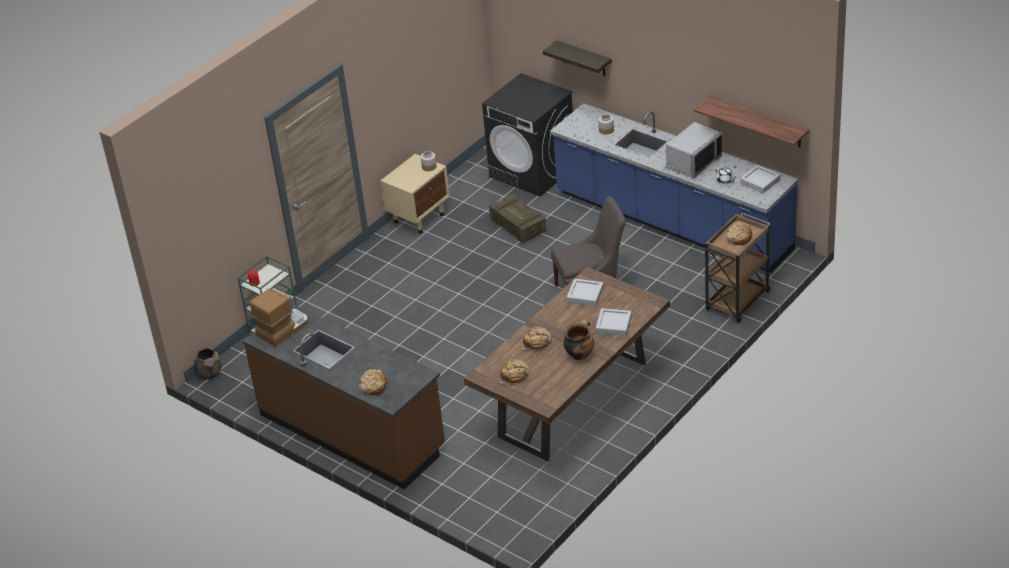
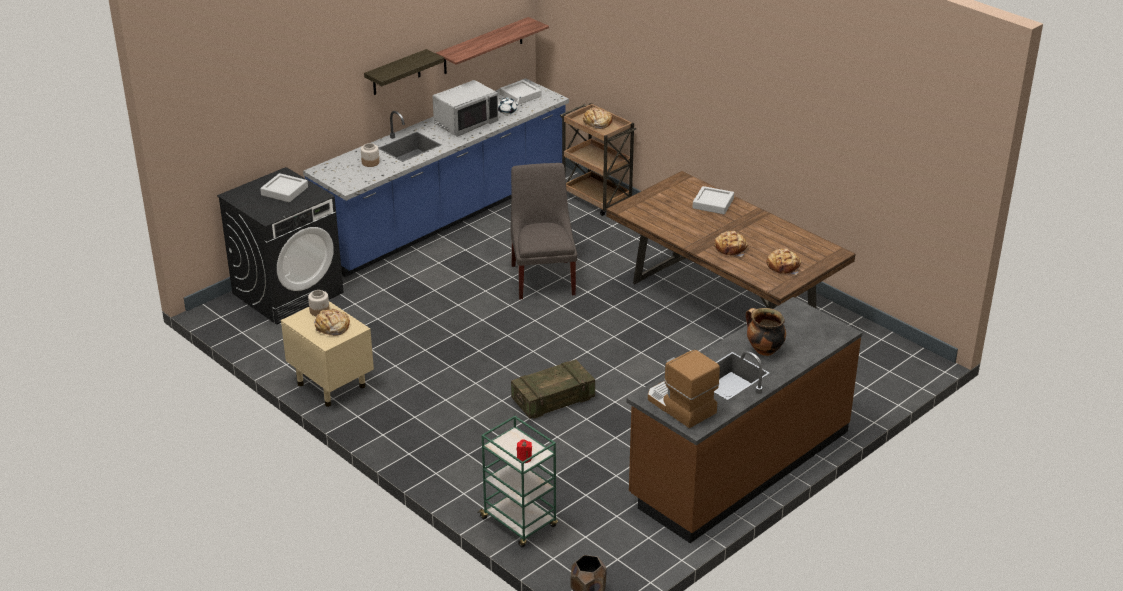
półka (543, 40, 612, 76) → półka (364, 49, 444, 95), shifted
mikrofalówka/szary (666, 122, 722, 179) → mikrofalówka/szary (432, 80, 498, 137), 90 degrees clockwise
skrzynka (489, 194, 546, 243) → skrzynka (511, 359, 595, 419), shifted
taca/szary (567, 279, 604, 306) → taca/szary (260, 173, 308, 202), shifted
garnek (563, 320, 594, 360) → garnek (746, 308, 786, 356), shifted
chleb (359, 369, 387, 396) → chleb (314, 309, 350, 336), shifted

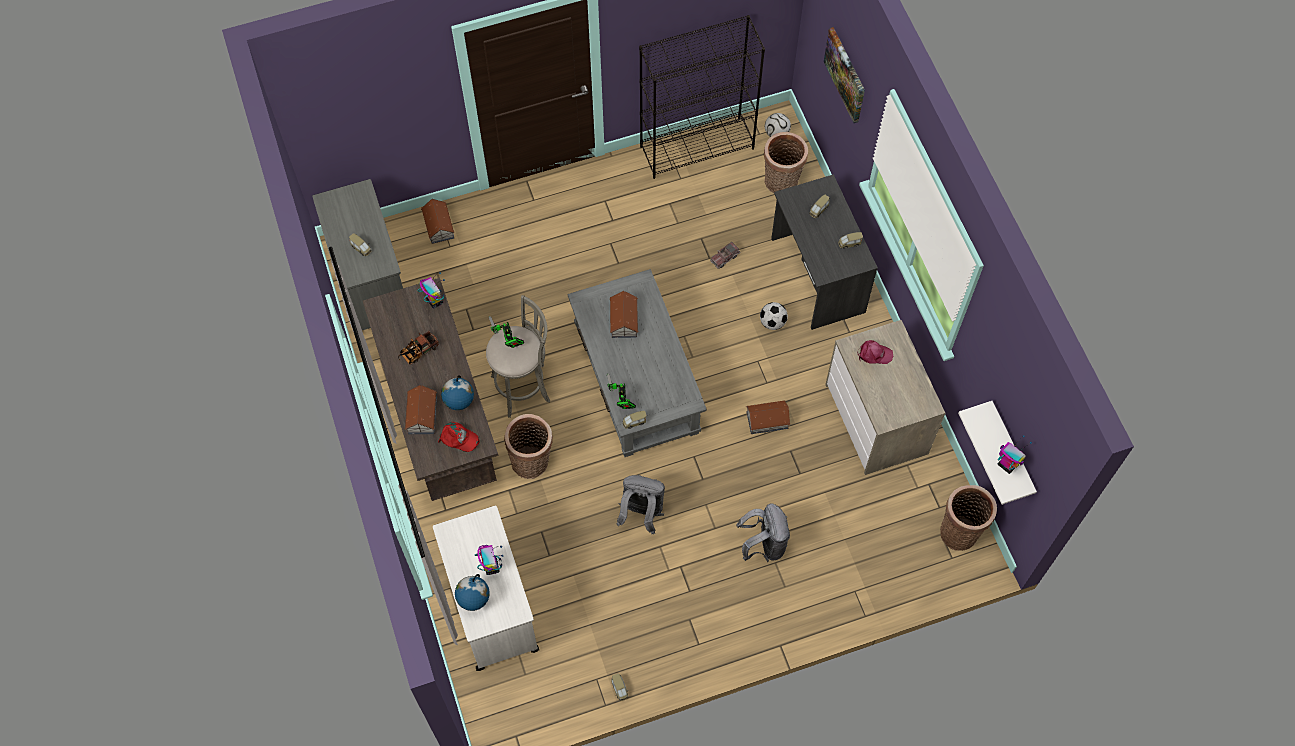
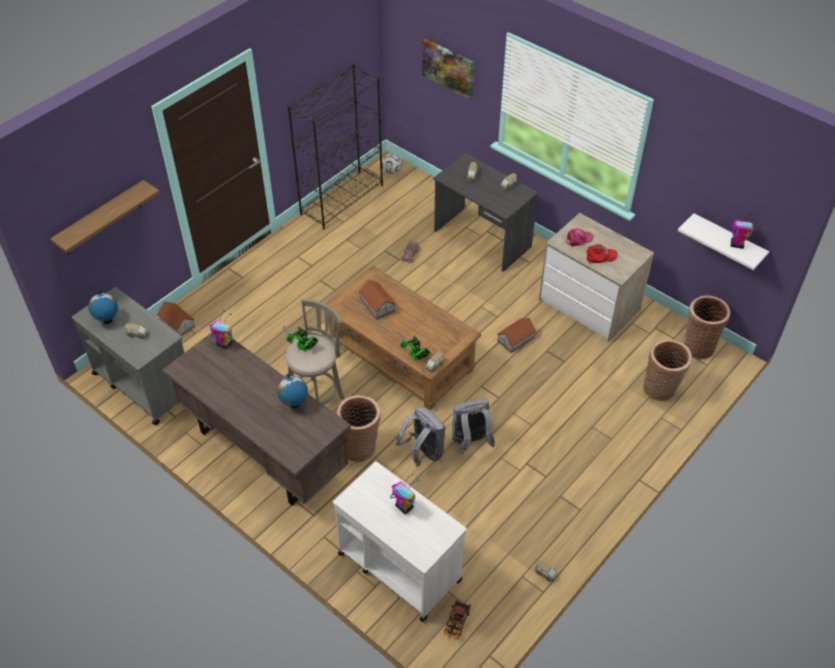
koszyk (764, 132, 808, 193) → koszyk (643, 339, 692, 401), shifted
ława/szary (568, 269, 707, 457) → ława/brązowy (326, 266, 481, 411)
piłka futbolowa (760, 302, 788, 330) → -
ciężarówka zabawkowa (398, 331, 439, 365) → ciężarówka zabawkowa (444, 600, 471, 639), shifted
domek (405, 385, 437, 434) → -
czapka z daszkiem/czerwony (438, 422, 480, 452) → czapka z daszkiem/czerwony (586, 244, 618, 264), shifted
plecak/szary (736, 503, 790, 562) → plecak/szary (396, 407, 446, 467), shifted
globus (455, 574, 490, 611) → globus (88, 291, 118, 324), shifted
- → półka (50, 180, 160, 254)

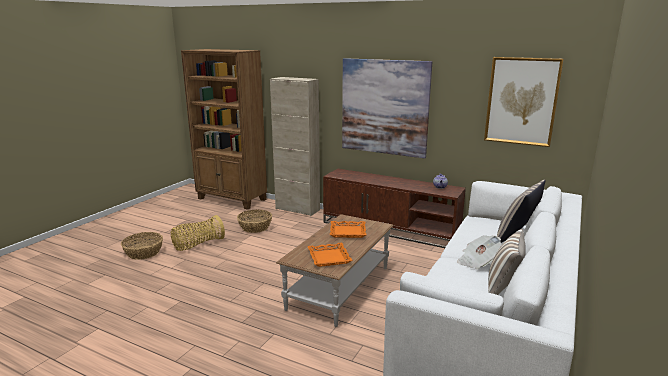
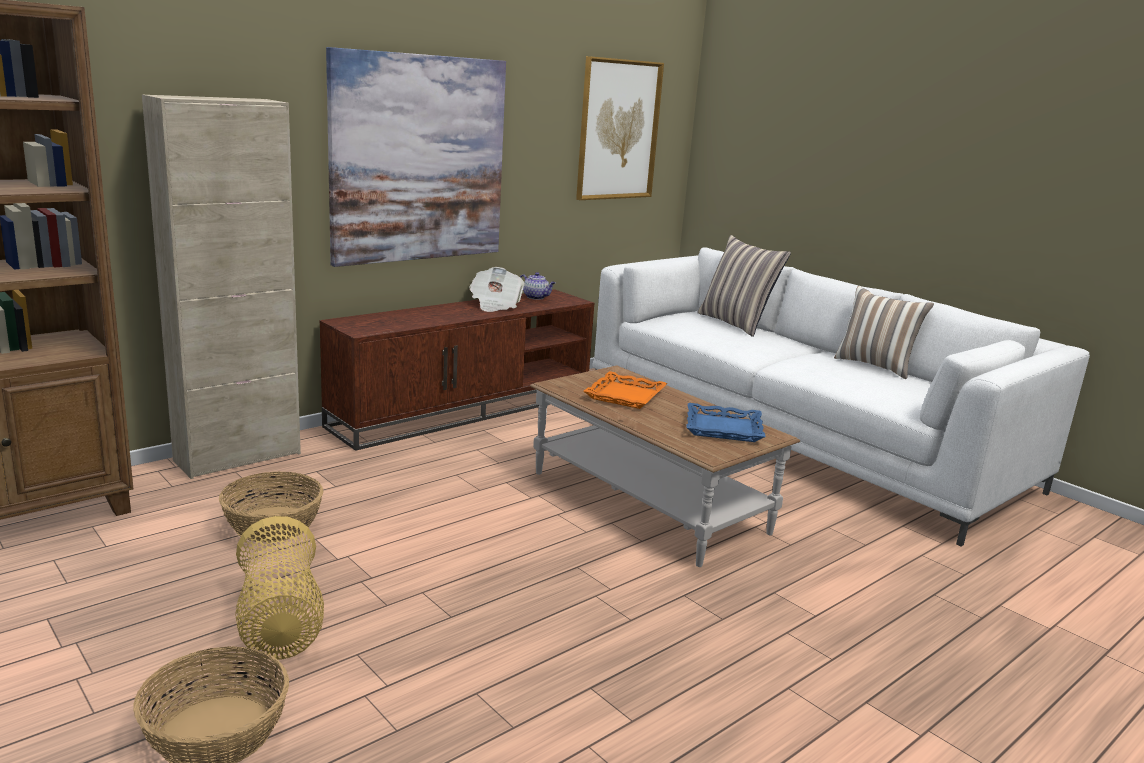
gazeta (457, 235, 501, 269) → gazeta (469, 267, 525, 312), shifted
taca/pomarańczowy (308, 243, 352, 267) → taca/niebieski (686, 403, 766, 442)

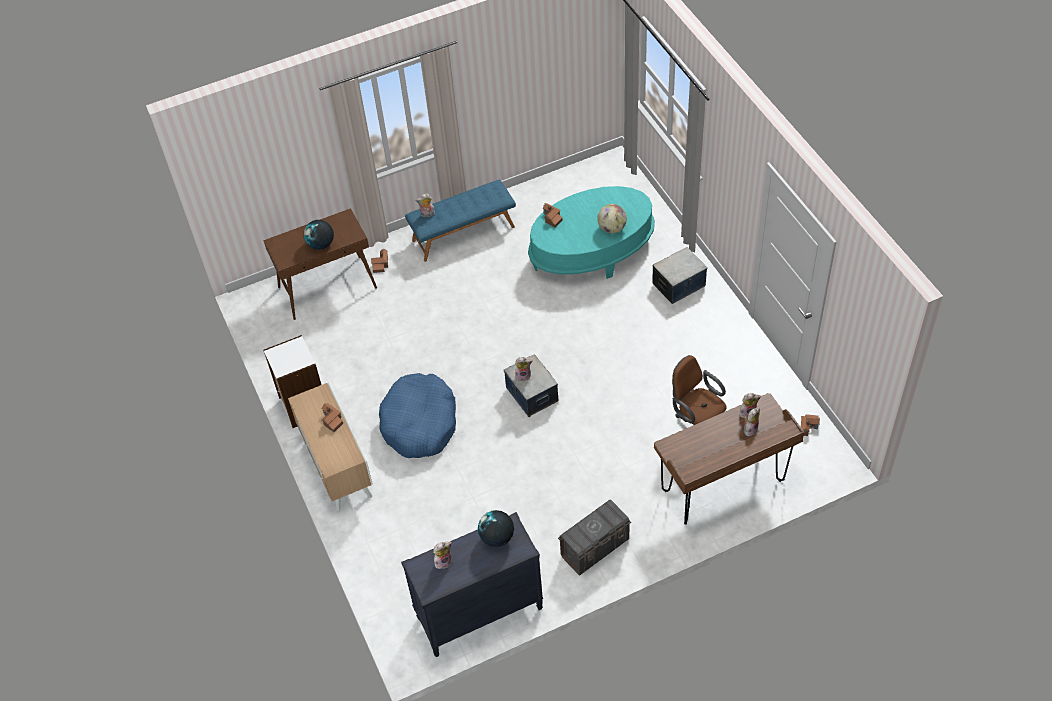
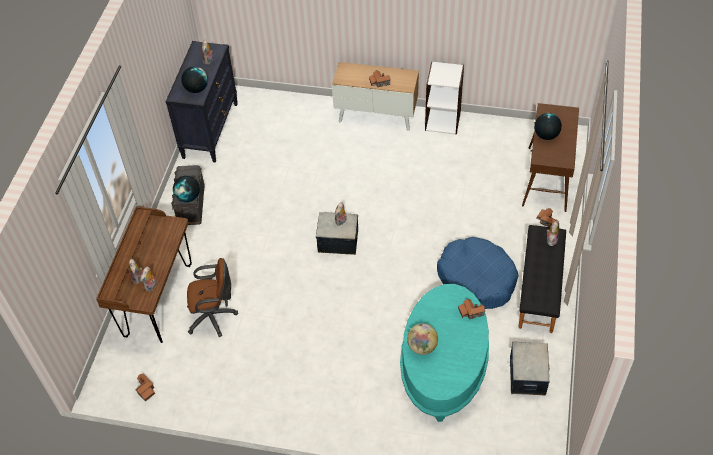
ławka/niebieski (405, 180, 516, 262) → ławka/czarny (518, 225, 566, 333)
pojemnik do przechowywania (652, 247, 707, 304) → pojemnik do przechowywania (510, 342, 550, 396), shifted
legowisko/niebieski (379, 373, 456, 458) → legowisko/niebieski (437, 237, 518, 309), shifted
- → globus (173, 176, 200, 202)

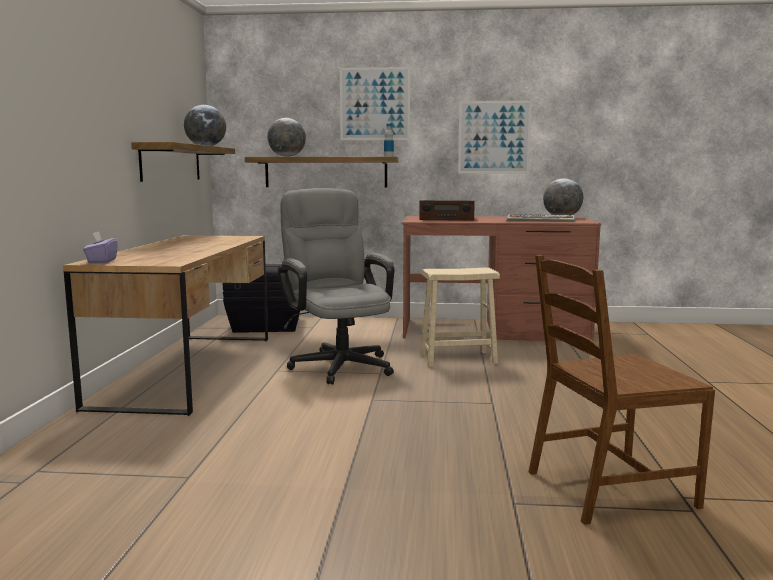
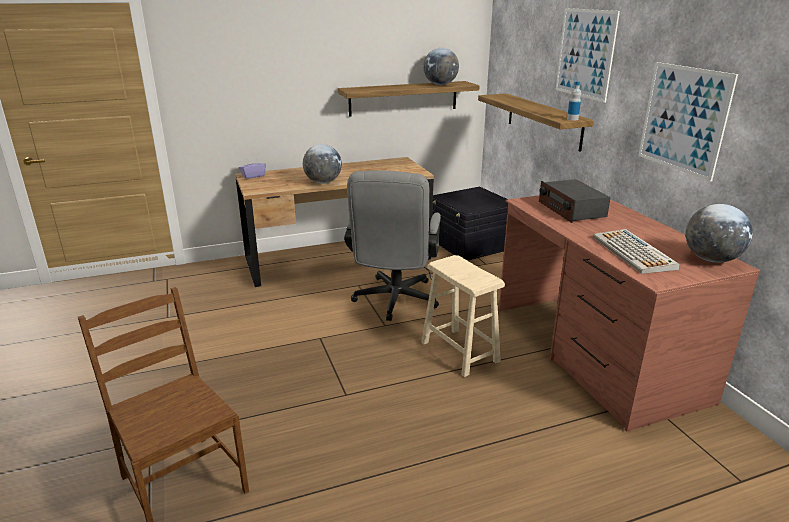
globus (267, 118, 306, 157) → globus (303, 144, 342, 184), shifted
krzesło biurowe/szary (278, 188, 394, 385) → krzesło biurowe/szary (344, 171, 441, 321), 150 degrees clockwise

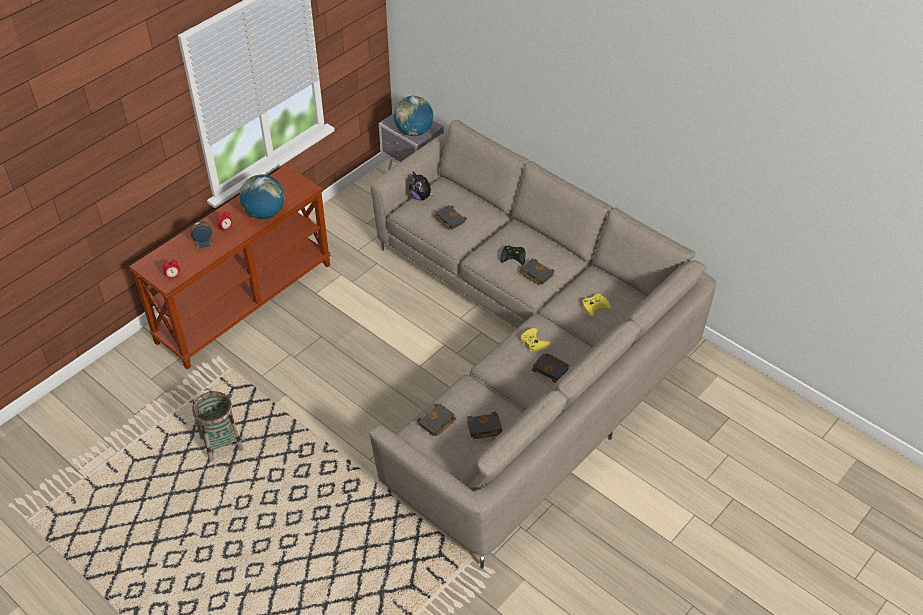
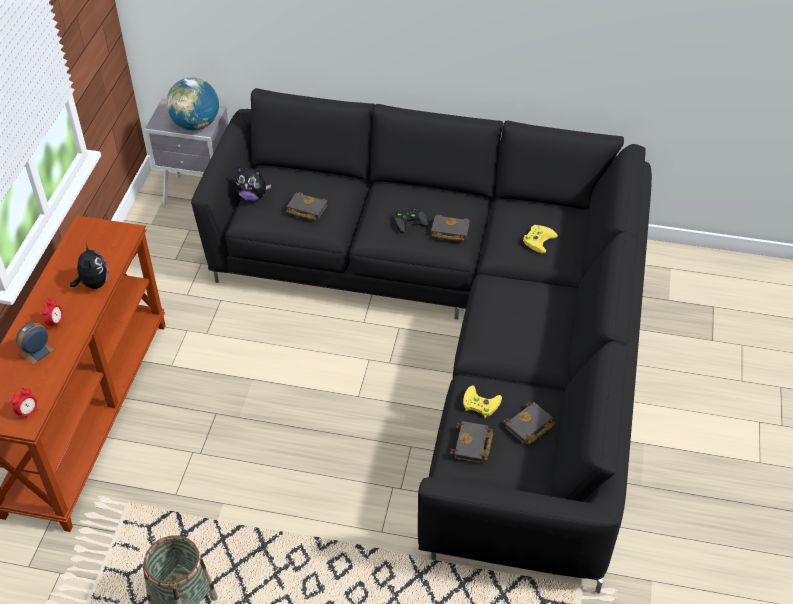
kanapa/beżowy (369, 120, 716, 569) → kanapa/czarny (191, 88, 652, 594)
globus (240, 174, 285, 219) → pluszak (70, 244, 108, 289)
pad do gier/żółty (521, 328, 551, 352) → pad do gier/żółty (463, 385, 502, 418), shifted
książka/czarny (532, 353, 569, 383) → -

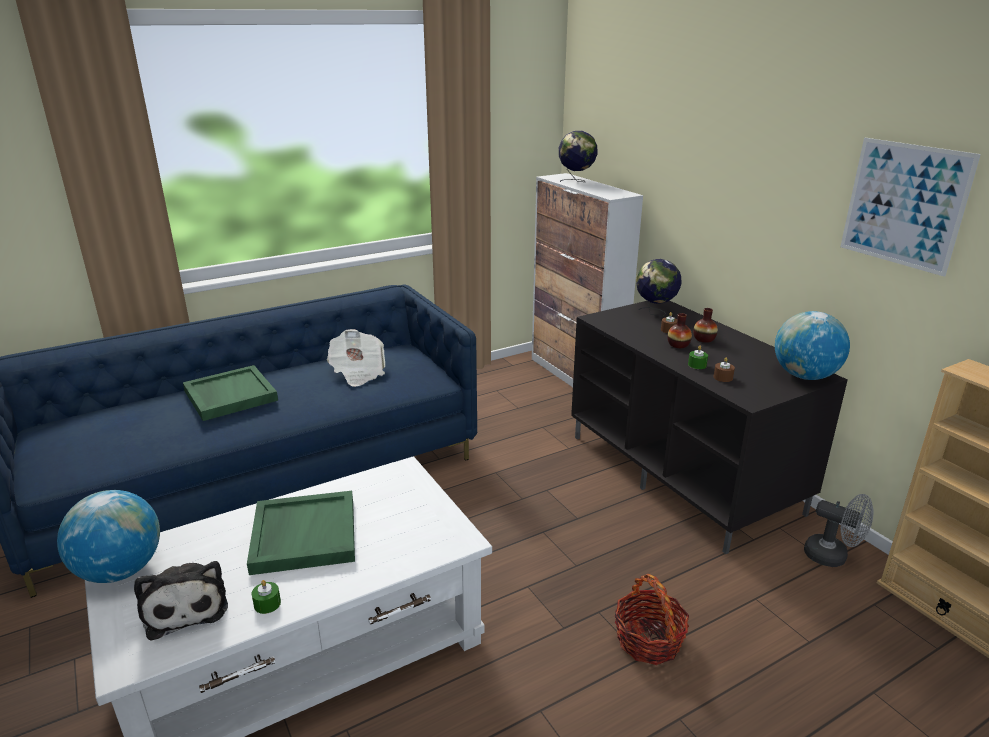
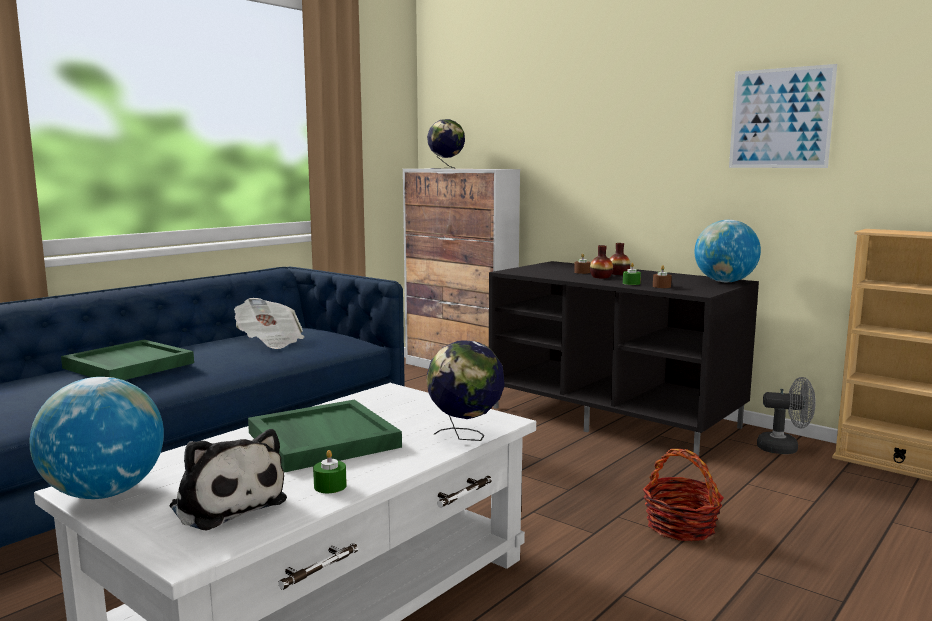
globus (636, 259, 682, 317) → globus (426, 340, 505, 441), shifted

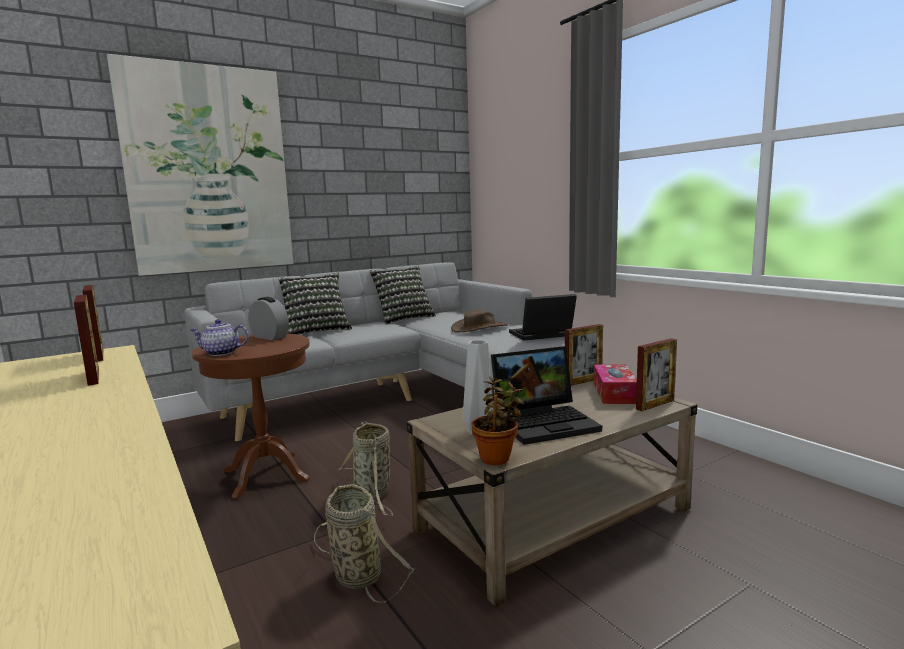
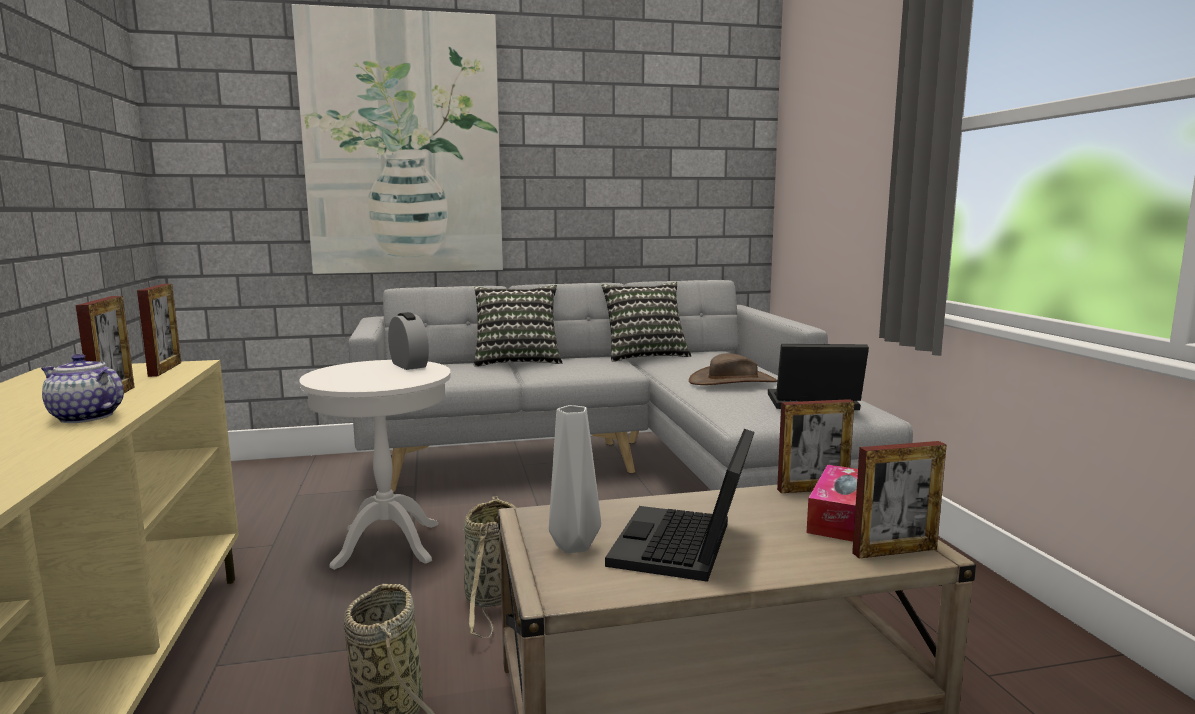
imbryk (190, 319, 249, 356) → imbryk (41, 354, 124, 423), shifted
stolik/brązowy (192, 334, 310, 499) → stolik/biały (300, 360, 451, 570)
laptop (491, 346, 602, 445) → laptop (605, 429, 754, 582), 105 degrees clockwise
roślina doniczkowa (472, 376, 524, 465) → -

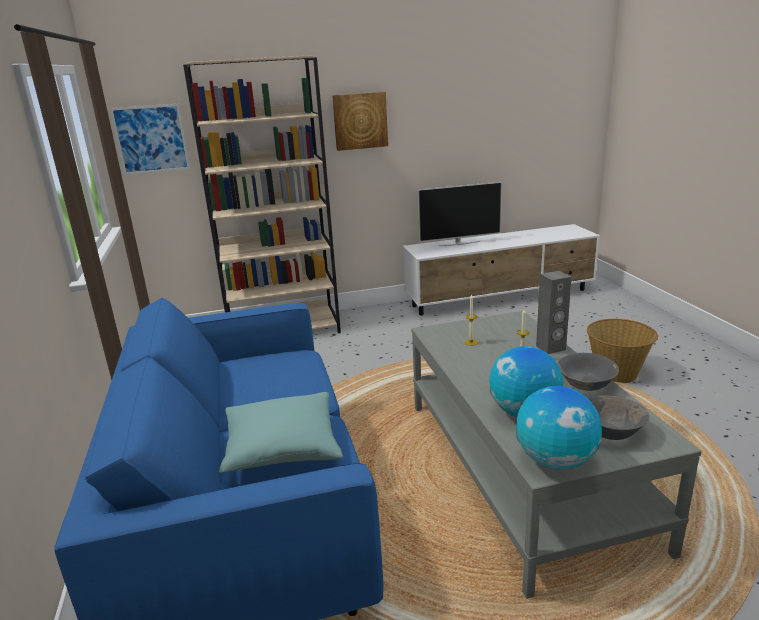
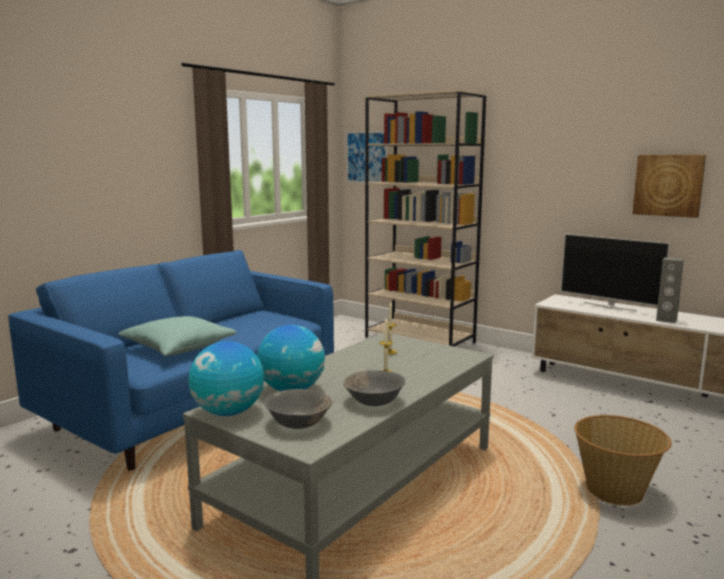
obraz (332, 92, 388, 151) → obraz (632, 155, 706, 218), shifted
głośnik/szary (536, 271, 572, 354) → głośnik/szary (656, 257, 684, 323), shifted

